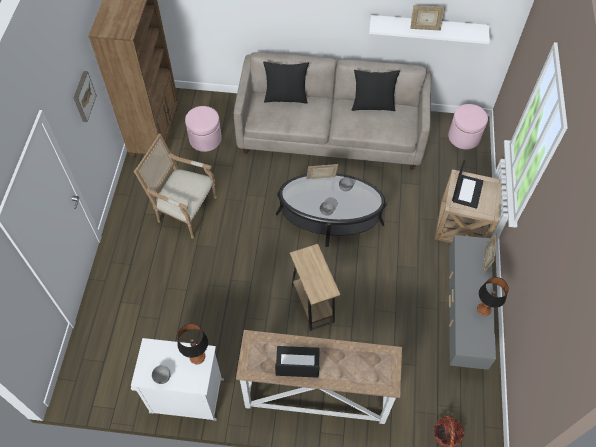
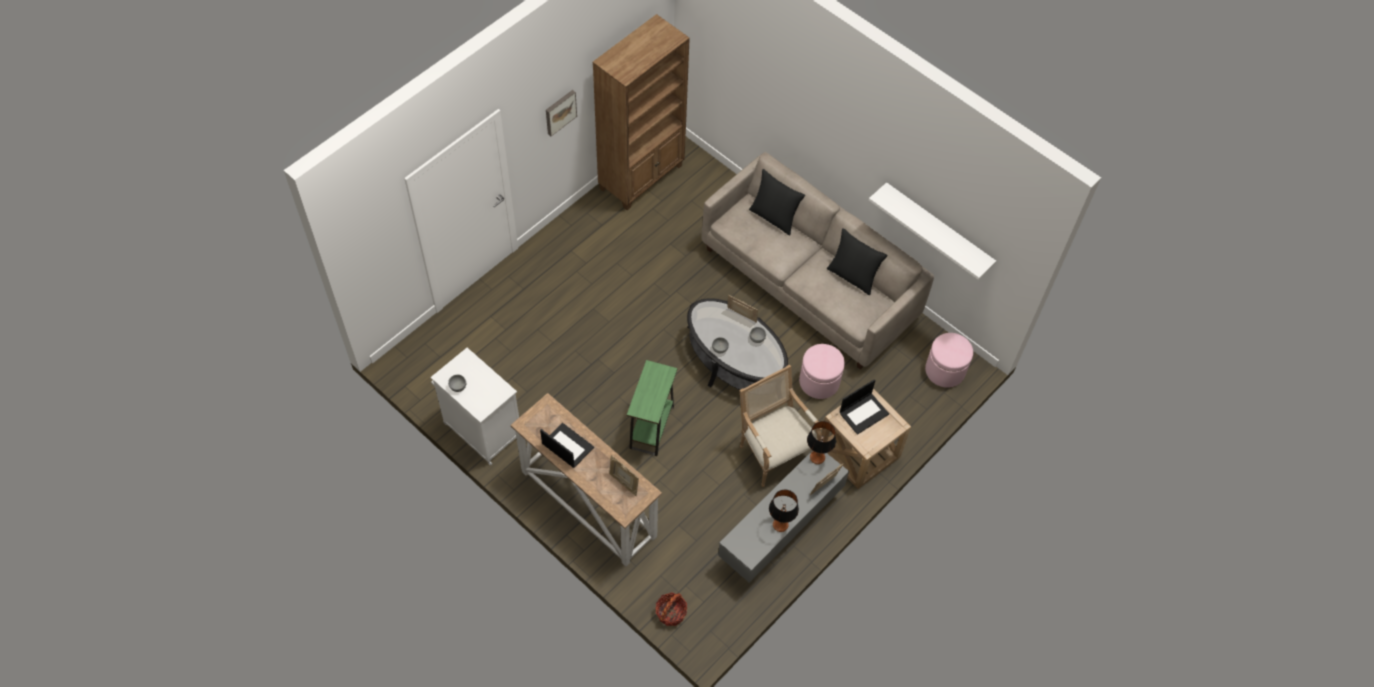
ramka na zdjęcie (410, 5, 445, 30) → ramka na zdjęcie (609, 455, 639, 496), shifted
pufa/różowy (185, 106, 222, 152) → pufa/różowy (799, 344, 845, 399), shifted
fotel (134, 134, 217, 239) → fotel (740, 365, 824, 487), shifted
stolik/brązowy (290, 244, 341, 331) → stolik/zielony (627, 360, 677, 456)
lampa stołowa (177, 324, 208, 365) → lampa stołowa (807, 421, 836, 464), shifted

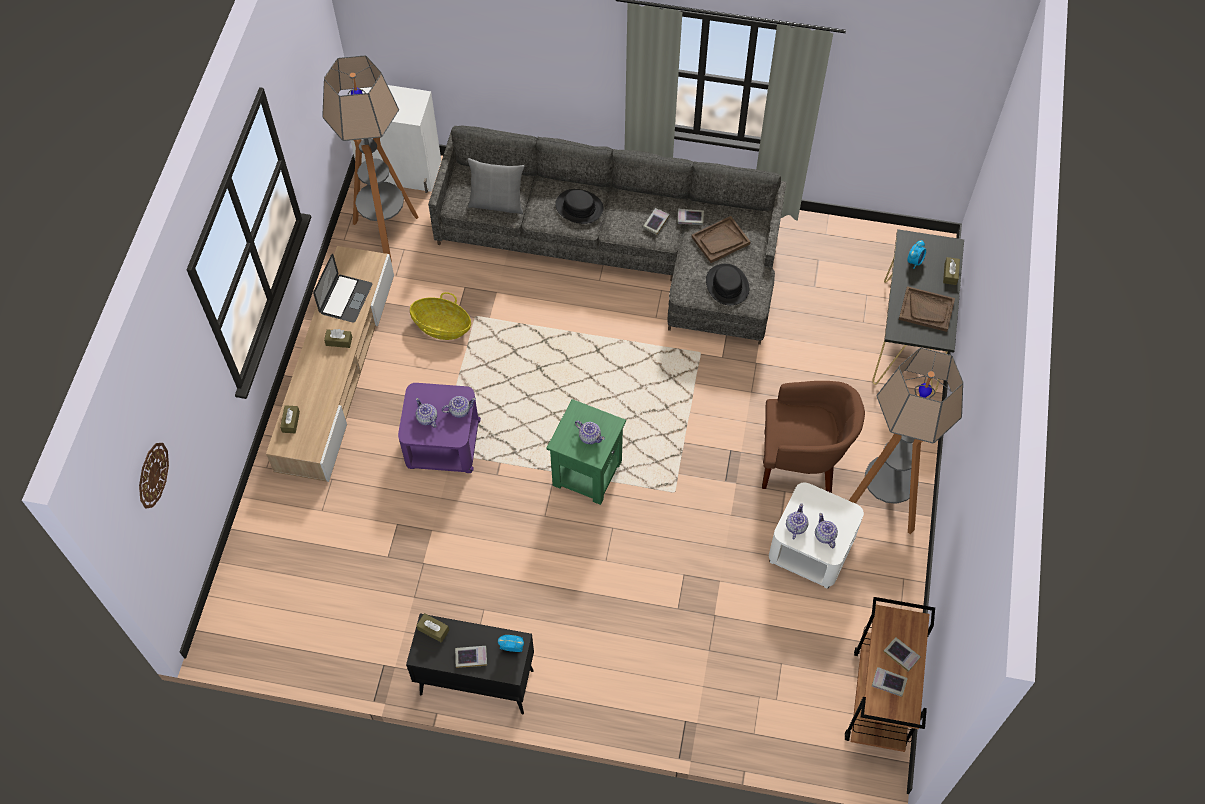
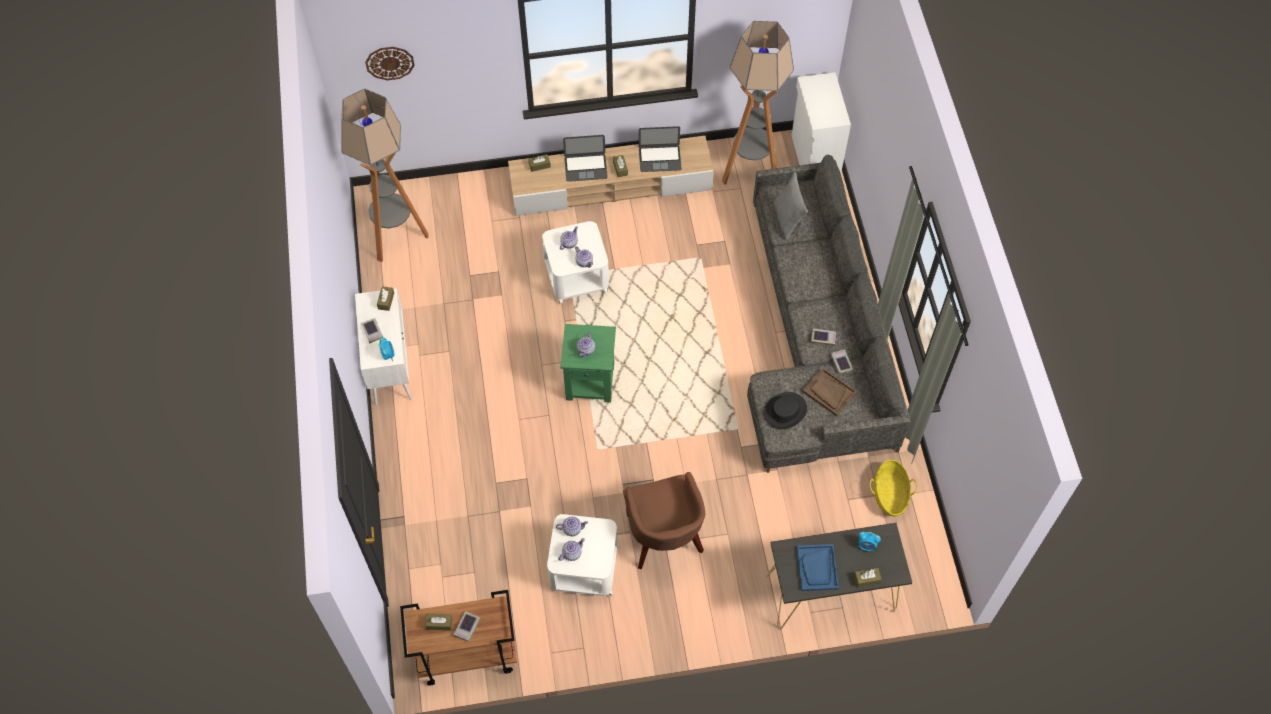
kapelusz/czarny (555, 189, 604, 224) → -
taca/brązowy (899, 286, 955, 332) → taca/niebieski (797, 544, 839, 591)
koszyk (410, 292, 471, 340) → koszyk (870, 460, 917, 516), shifted
lampa stojąca (849, 348, 963, 534) → lampa stojąca (341, 89, 428, 262), shifted
stolik/fioletowy (398, 383, 481, 473) → stolik/biały (542, 221, 609, 303)
szafka/czarny (406, 614, 534, 715) → szafka/biały (355, 288, 412, 405)
książka (872, 667, 908, 697) → pudełko chusteczek/brązowy (426, 614, 452, 630)
- → laptop (563, 135, 608, 182)

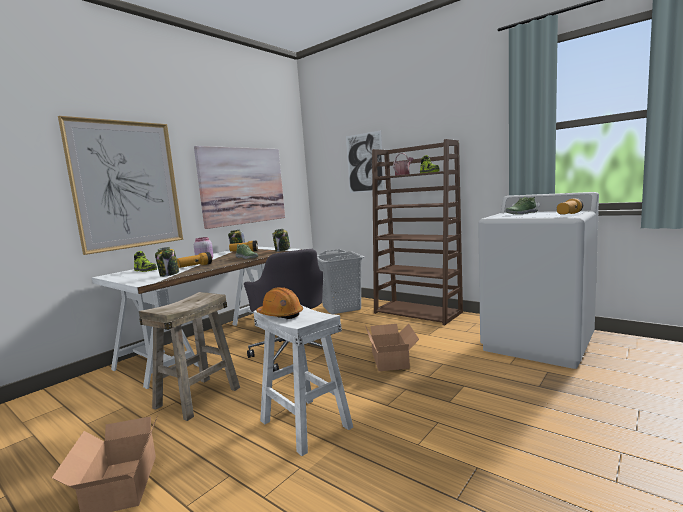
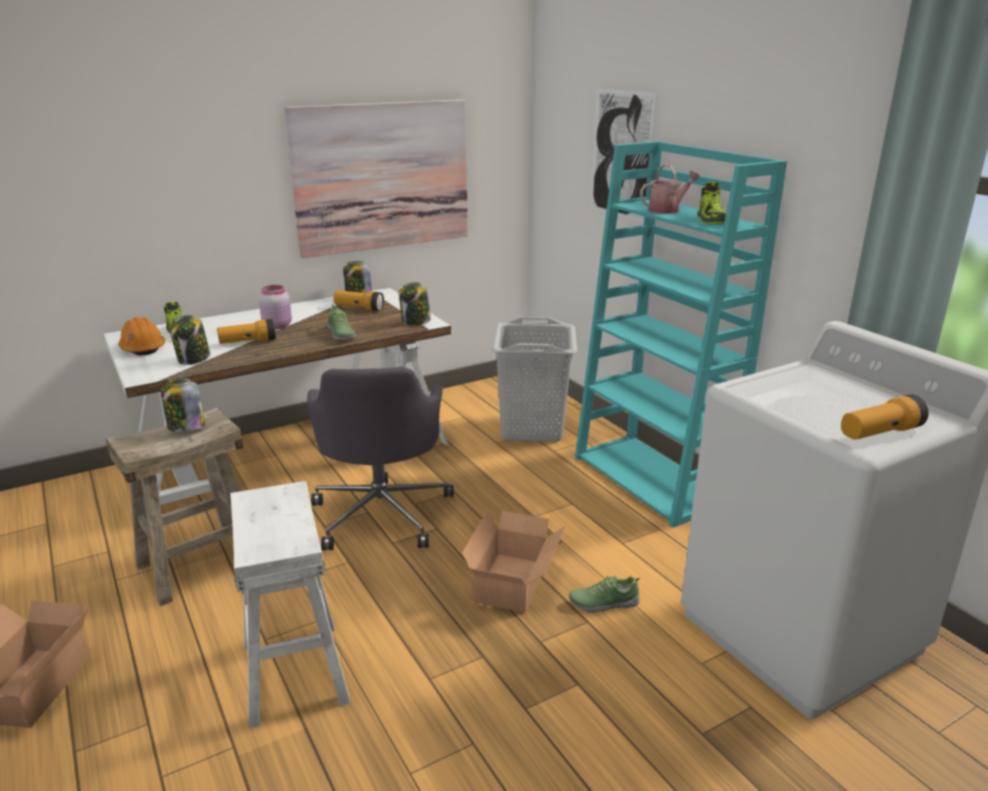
obraz (58, 116, 183, 255) → -
regał/brązowy (372, 139, 463, 325) → regał/turkusowy (575, 141, 787, 528)
but (506, 197, 538, 215) → but (569, 576, 640, 613), shifted
kask/pomarańczowy (257, 287, 303, 319) → kask/pomarańczowy (118, 317, 165, 355), shifted
- → słoik (161, 377, 205, 432)

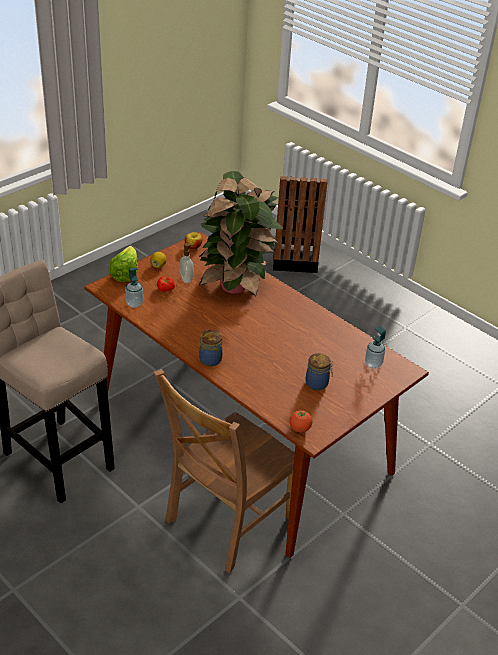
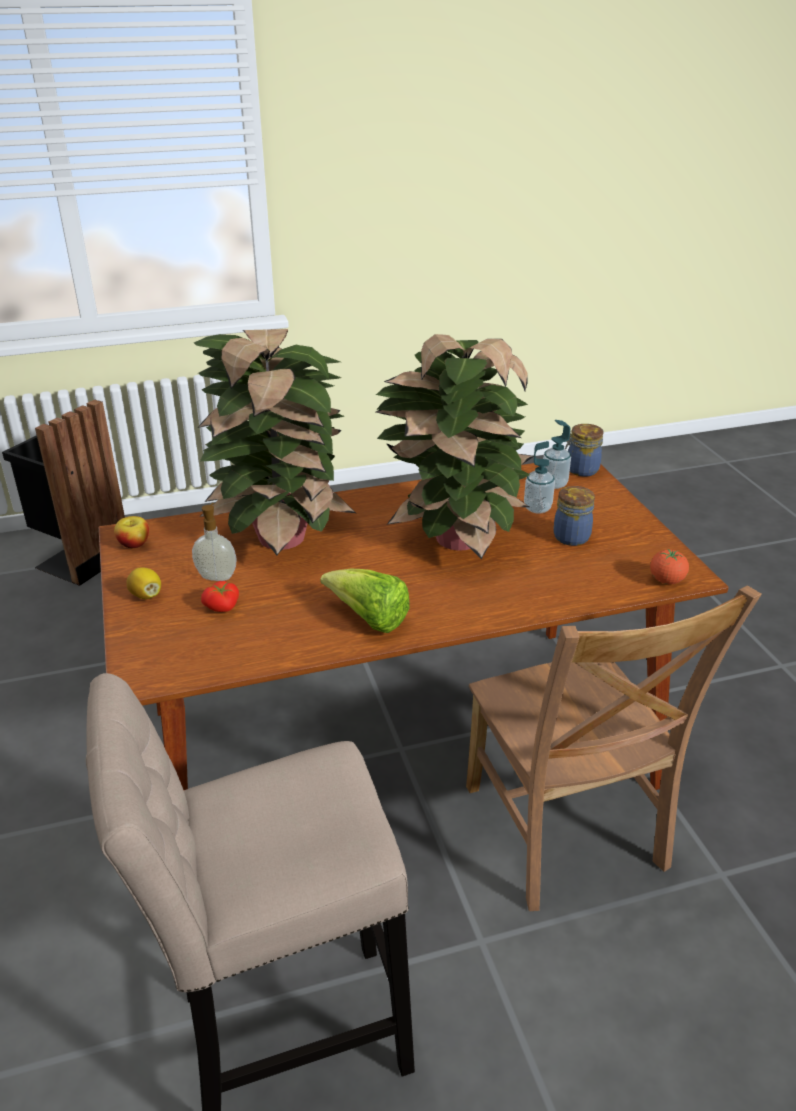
sałata (108, 246, 138, 282) → sałata (320, 569, 410, 633), shifted
dozownik mydła (125, 267, 143, 308) → dozownik mydła (524, 441, 555, 514), shifted
słoik (199, 330, 223, 366) → słoik (565, 424, 604, 477), shifted
- → roślina doniczkowa (376, 334, 534, 559)

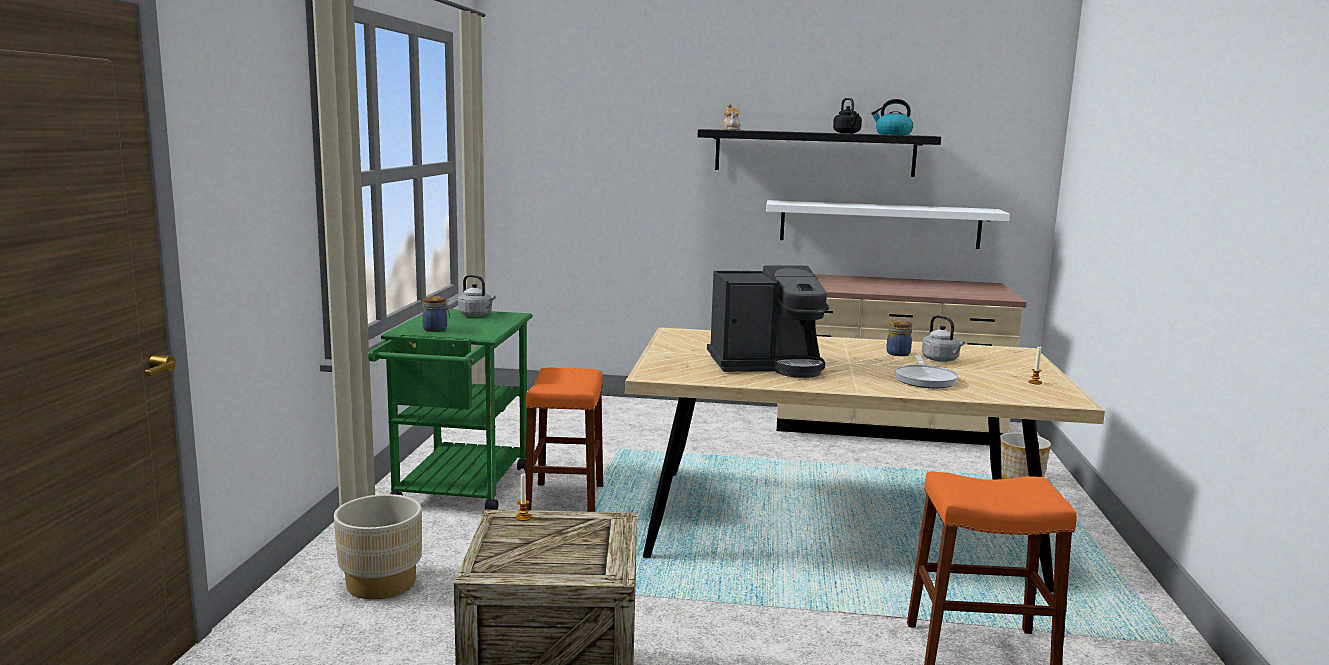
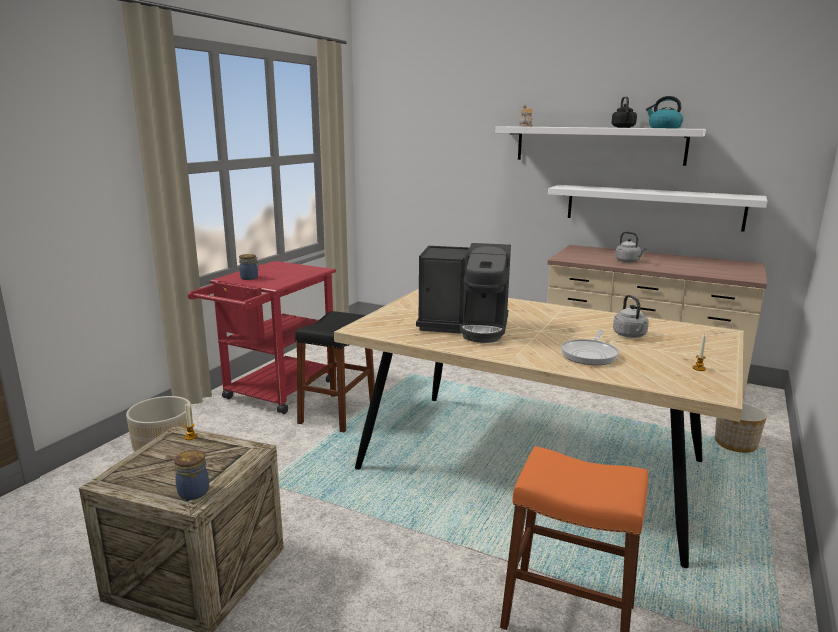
półka/czarny (698, 129, 941, 177) → półka/biały (495, 126, 706, 166)
czajnik/szary (458, 275, 496, 317) → czajnik/szary (615, 232, 647, 263), shifted
wózek/zielony (368, 309, 532, 510) → wózek/czerwony (188, 261, 336, 414)
słoik (886, 320, 912, 356) → słoik (174, 450, 209, 500), shifted
stołek/pomarańczowy (525, 367, 603, 512) → stołek/czarny (295, 311, 375, 432)

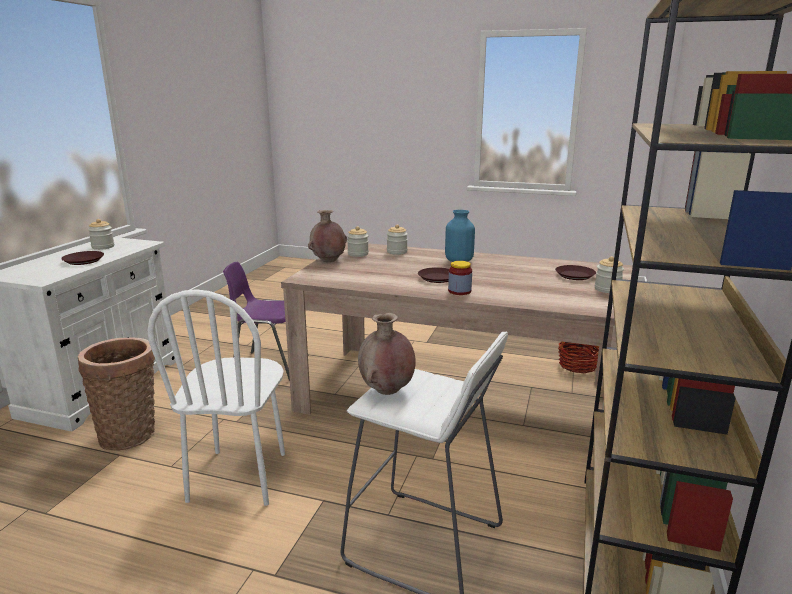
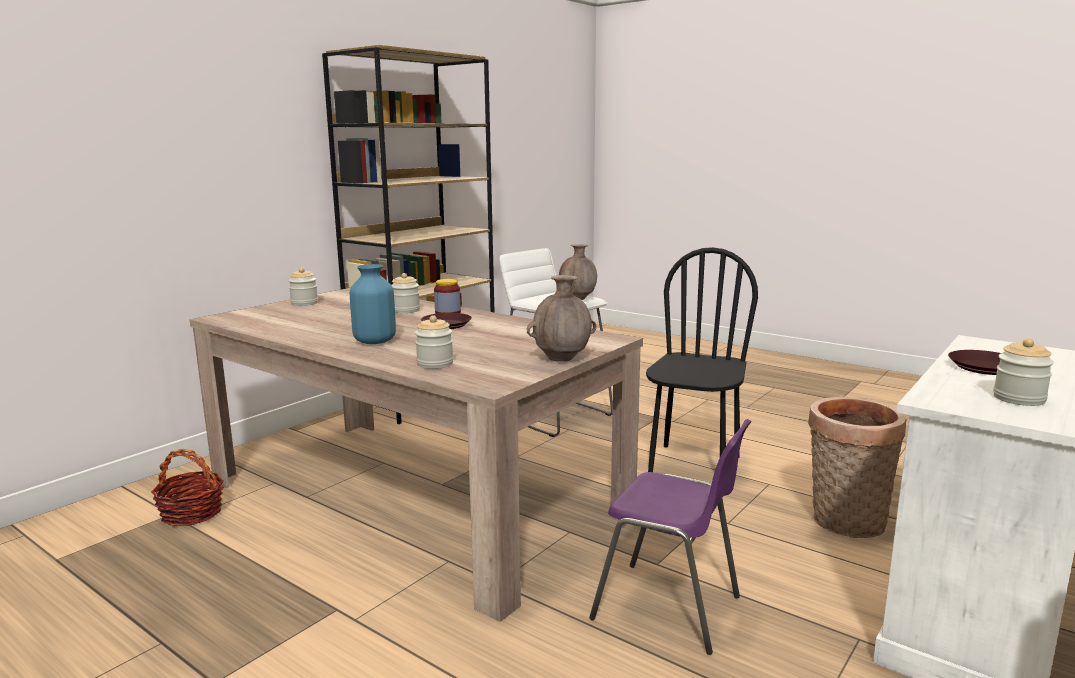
słoik (347, 226, 369, 257) → słoik (392, 273, 420, 313), shifted
talerz/brązowy (555, 265, 596, 280) → -
krzesło/biały (147, 289, 285, 506) → krzesło/czarny (646, 247, 758, 472)

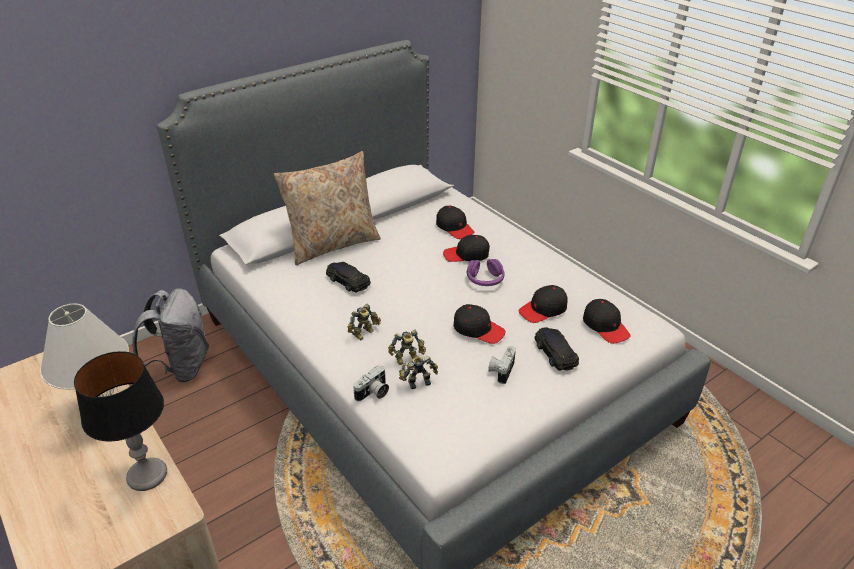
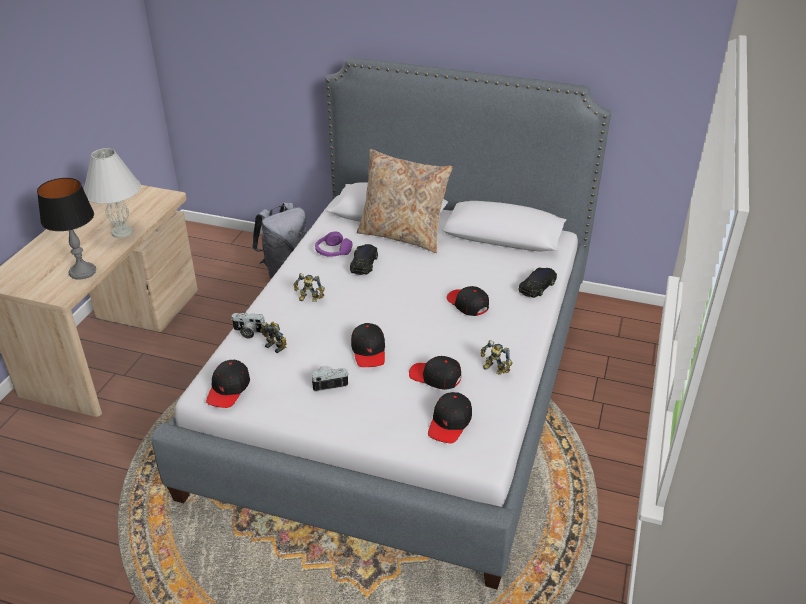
czapka z daszkiem/czarny (436, 206, 474, 239) → czapka z daszkiem/czarny (206, 360, 250, 408), shifted
słuchawki/fioletowy (467, 259, 505, 286) → słuchawki/fioletowy (315, 232, 352, 257), shifted
samochodzik/czarny (535, 327, 579, 371) → samochodzik/czarny (519, 268, 557, 298), shifted
robot zabawkowy (388, 330, 426, 365) → robot zabawkowy (481, 340, 513, 375), shifted

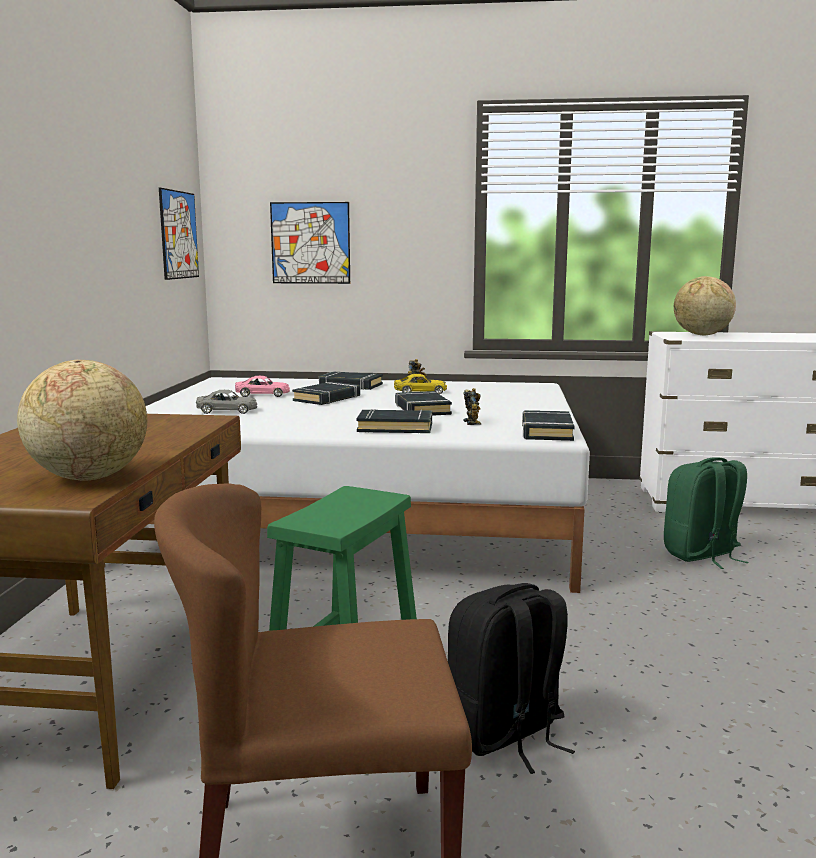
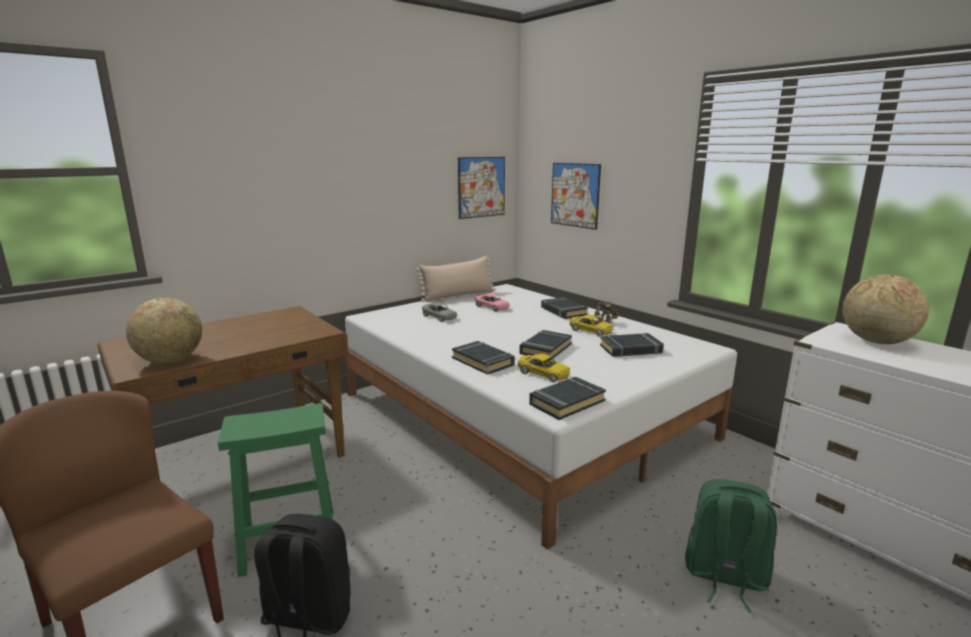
książka/czarny (292, 381, 360, 405) → książka/czarny (600, 333, 664, 357), shifted
robot zabawkowy (463, 388, 482, 425) → samochodzik/żółty (518, 353, 570, 382)
- → poduszka/beżowy (416, 256, 495, 302)

